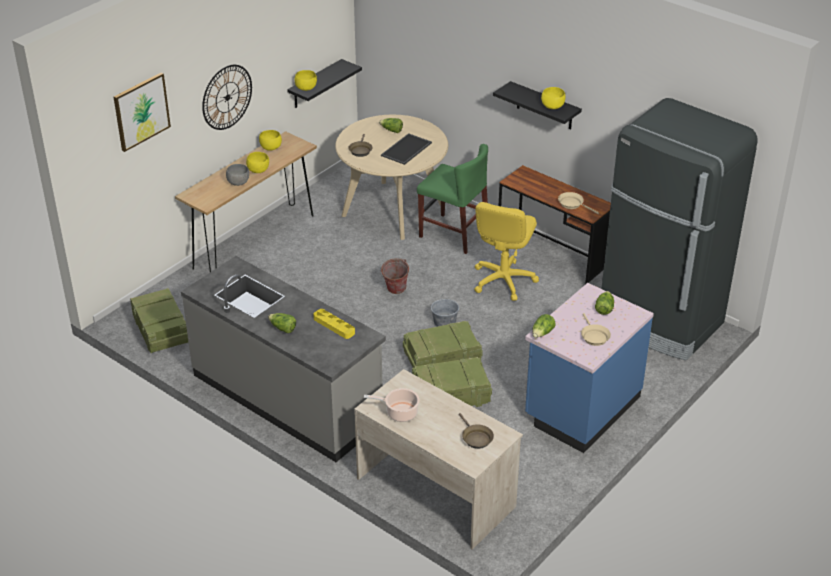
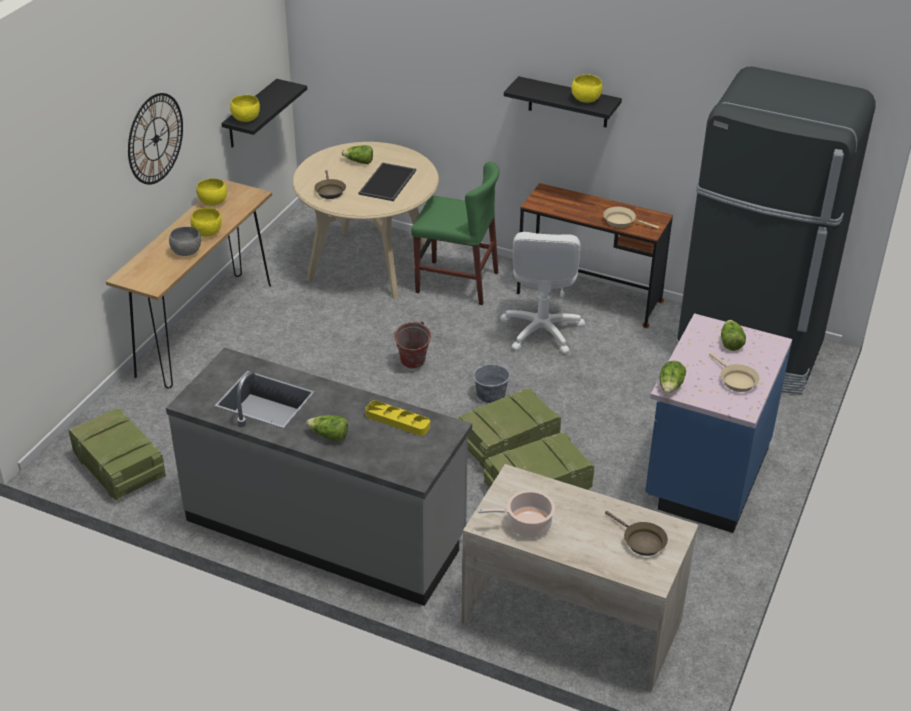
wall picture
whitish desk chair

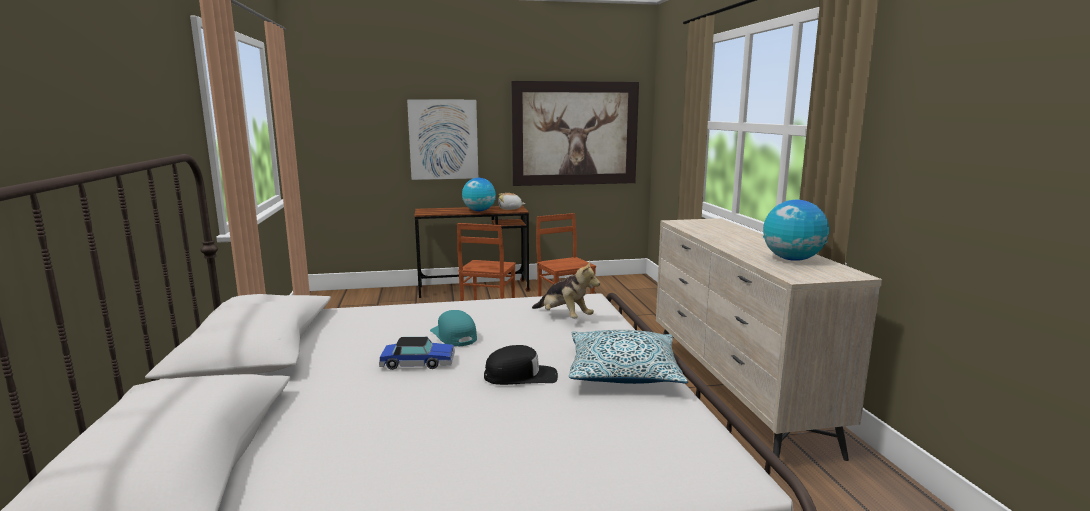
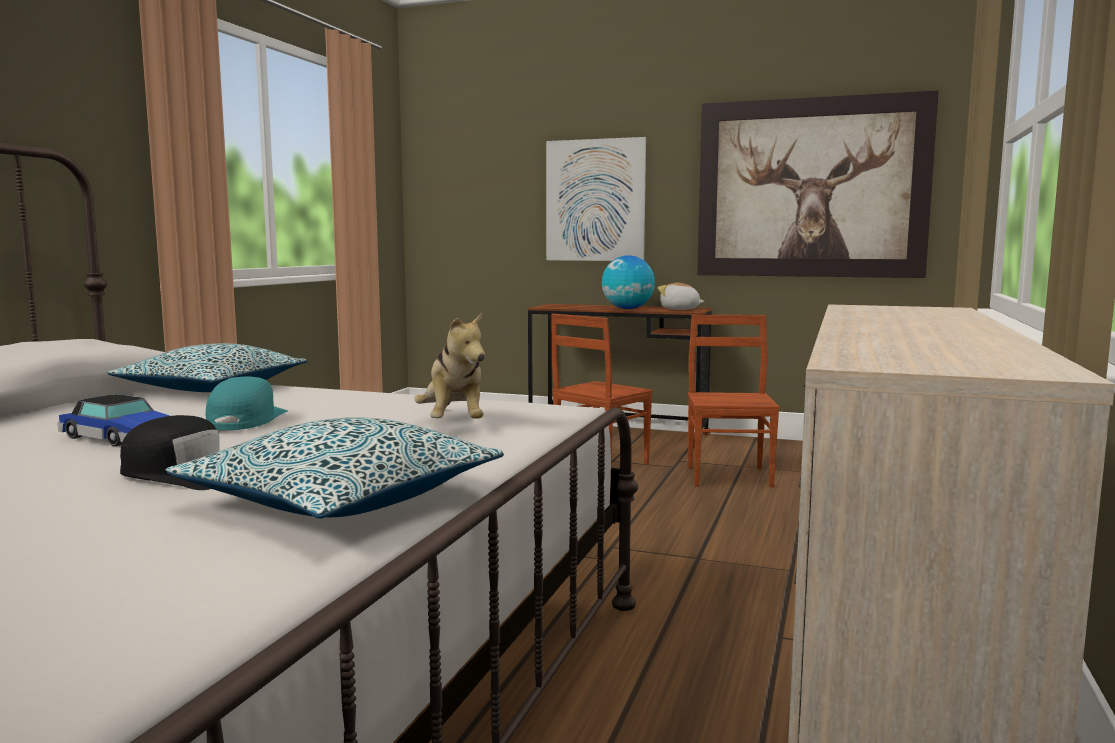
world globe (2nd from left in the first image)
pillow (1st from left)

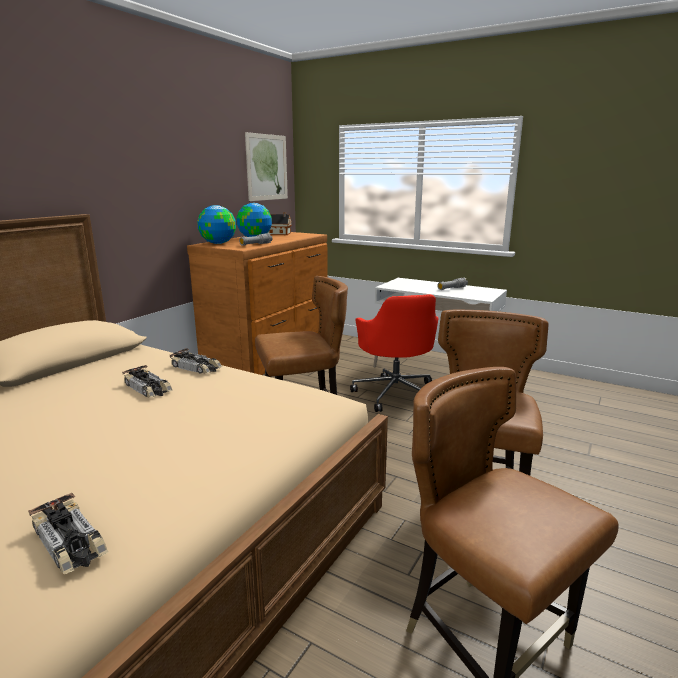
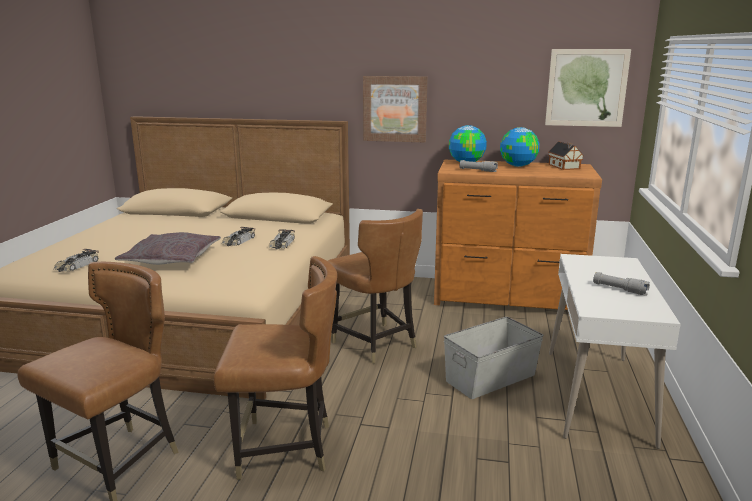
grey storage bin
grey pillow
wall picture (1st from left)

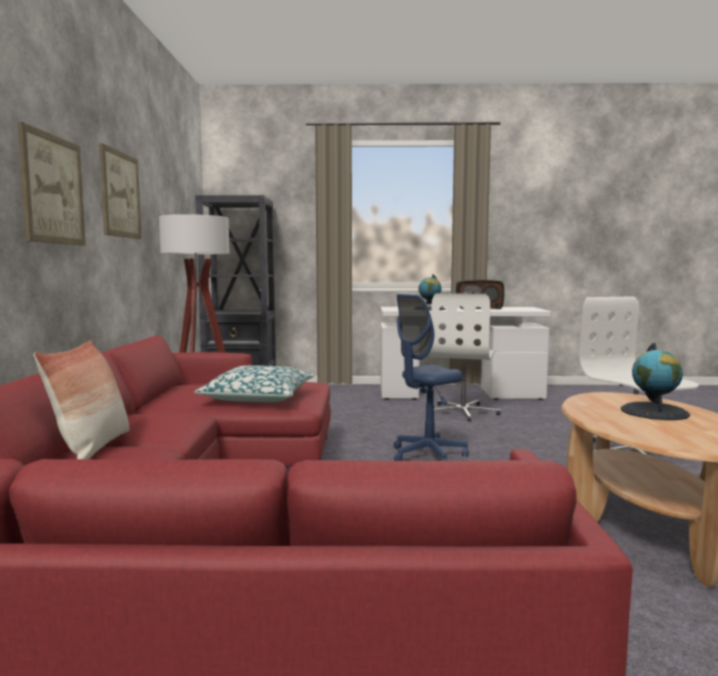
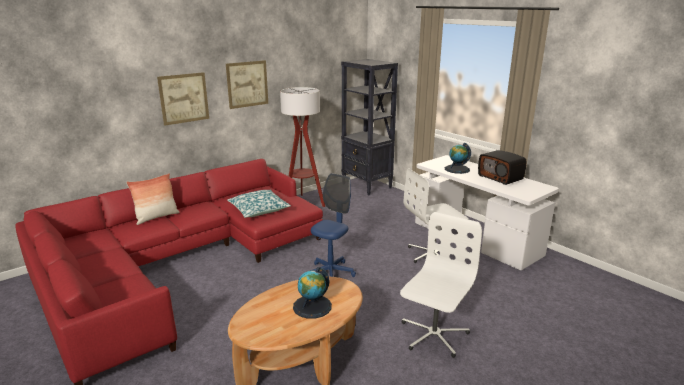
blue desk chair

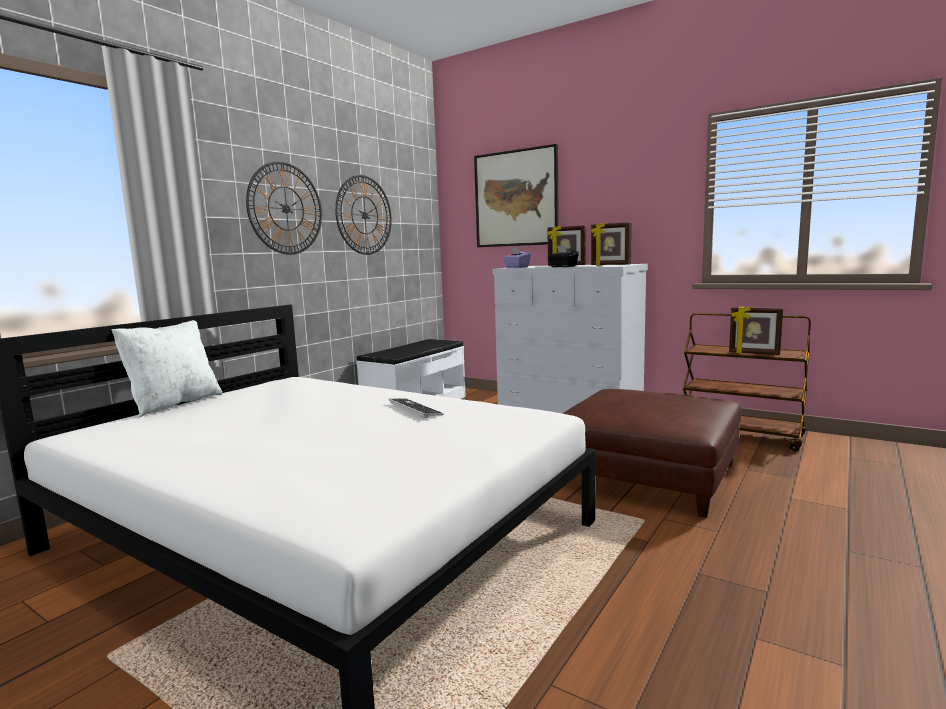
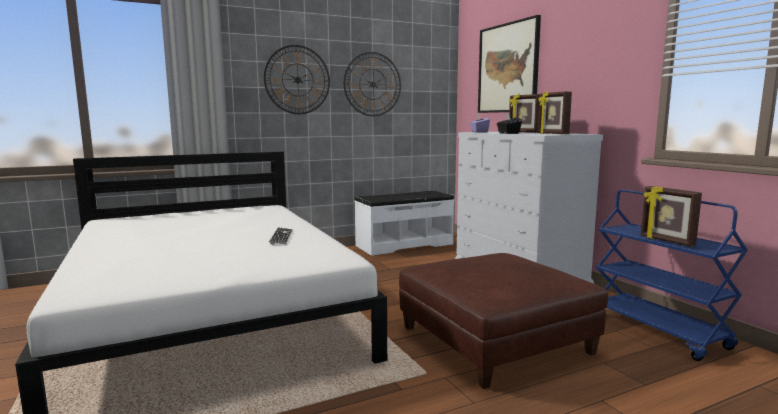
whitish pillow
blue trolley

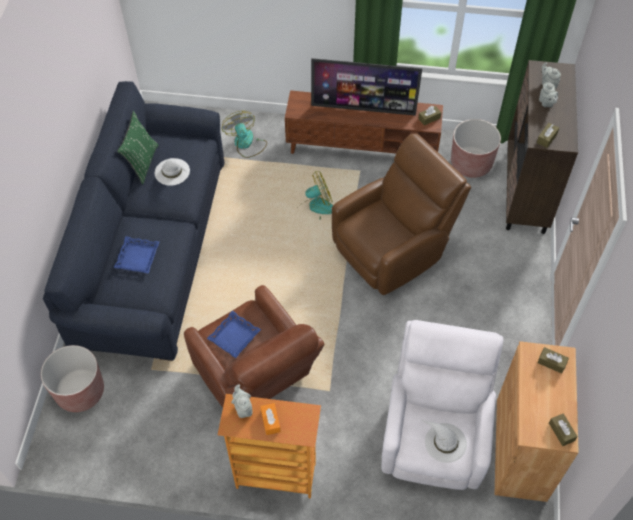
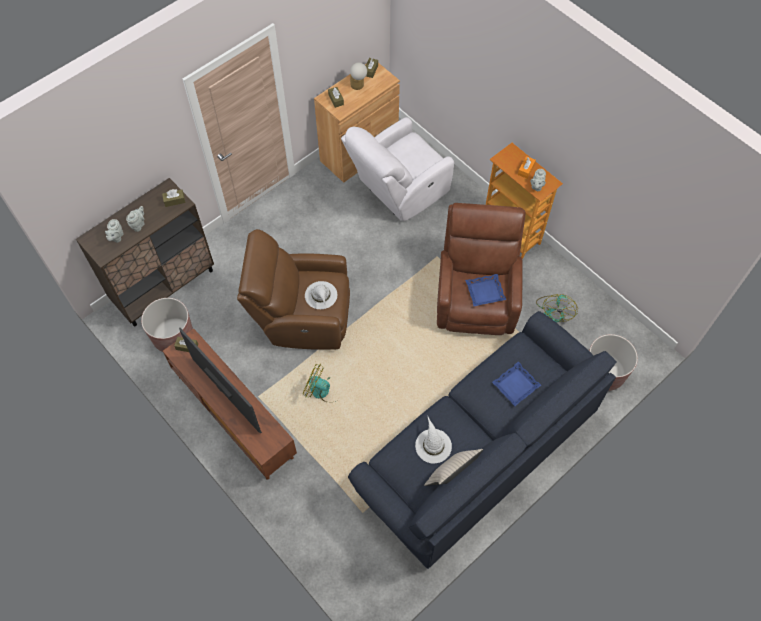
beige-coloured pillow
fan (2nd from left)
whitish wearable hat (1st from left)
table lamp

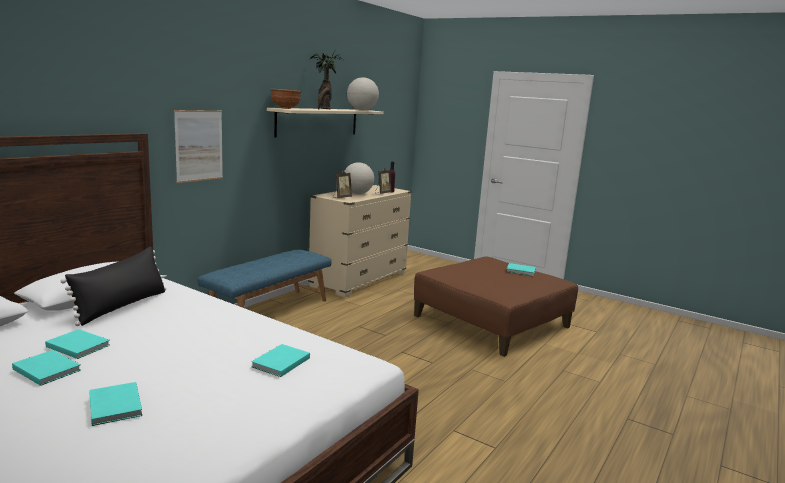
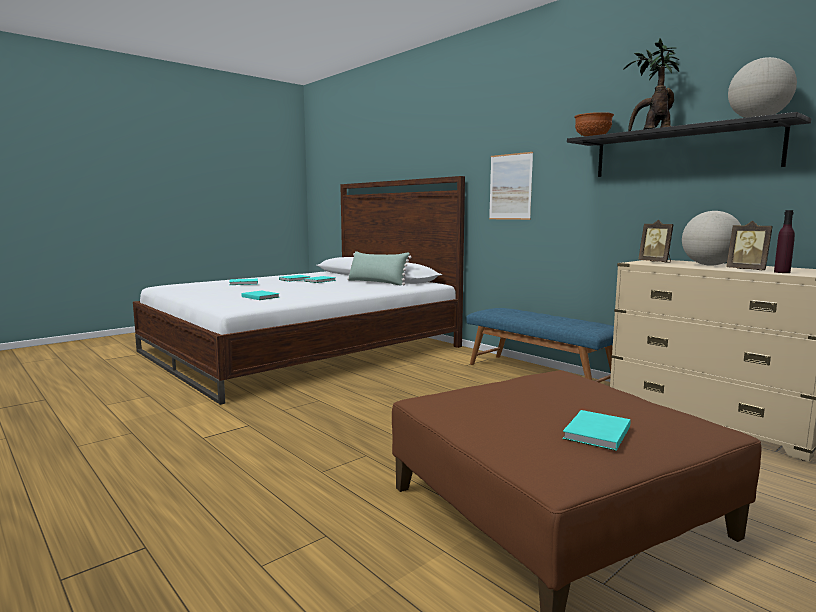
greenish pillow
blackish wall shelf

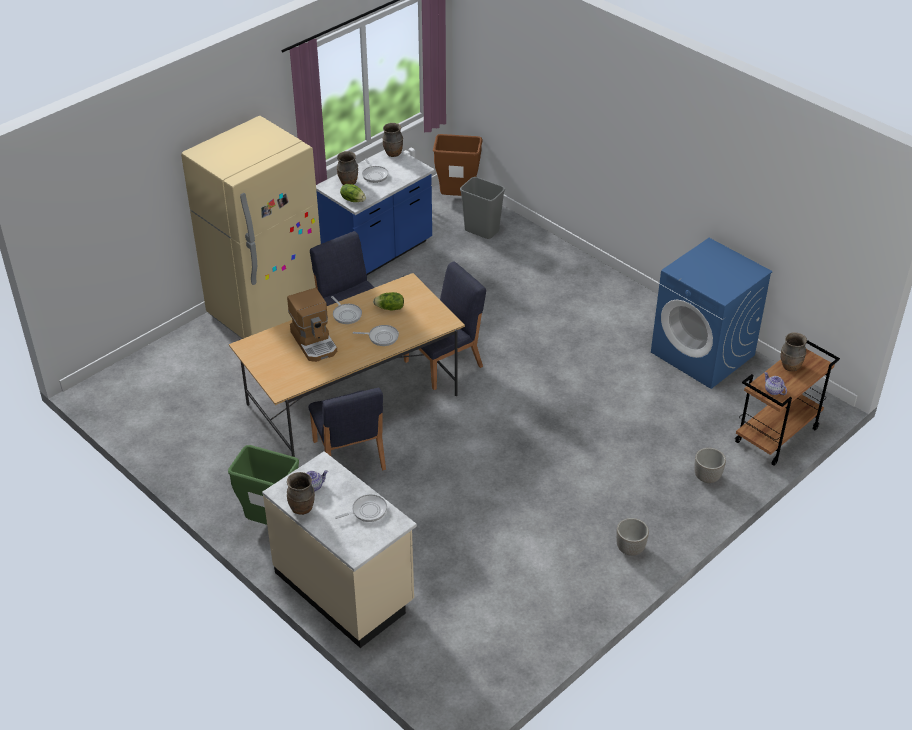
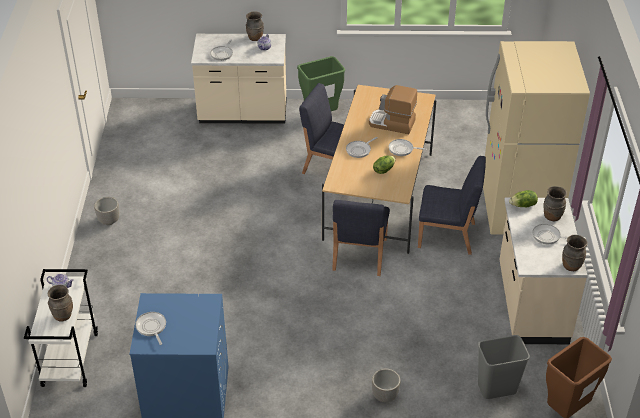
beige-coloured kitchen base unit (2nd from left)
flower pot (2nd from left)
whitish trolley
pan (1st from left)

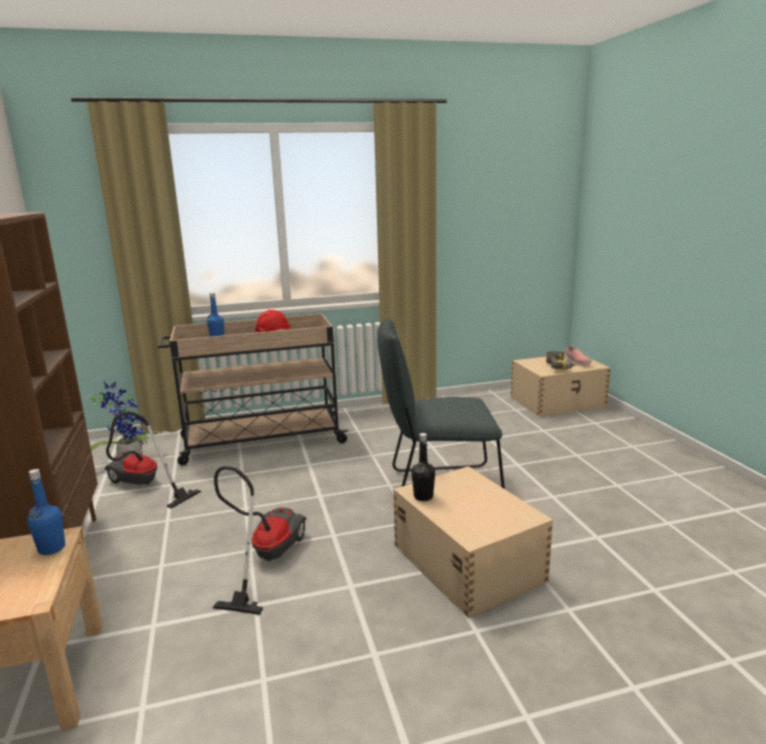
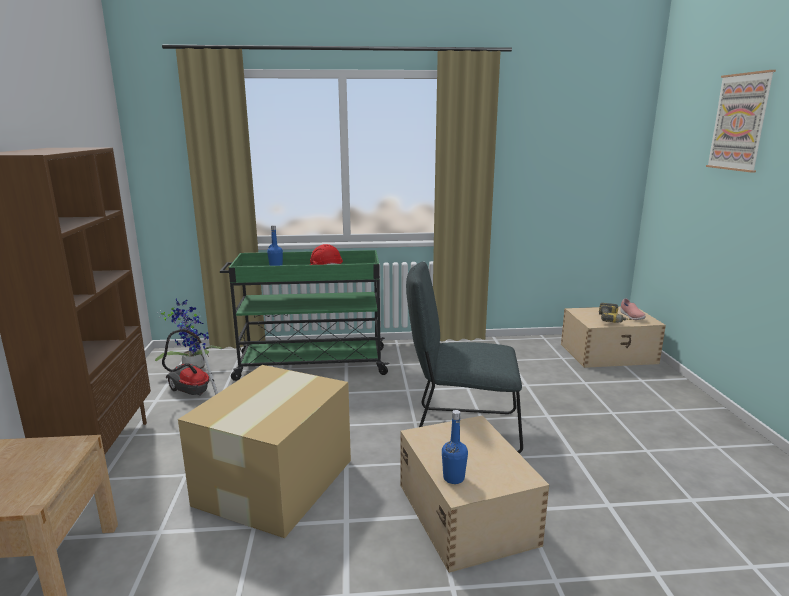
blue bottle (2nd from left)
greenish trolley
carton
blackish bottle
wall picture

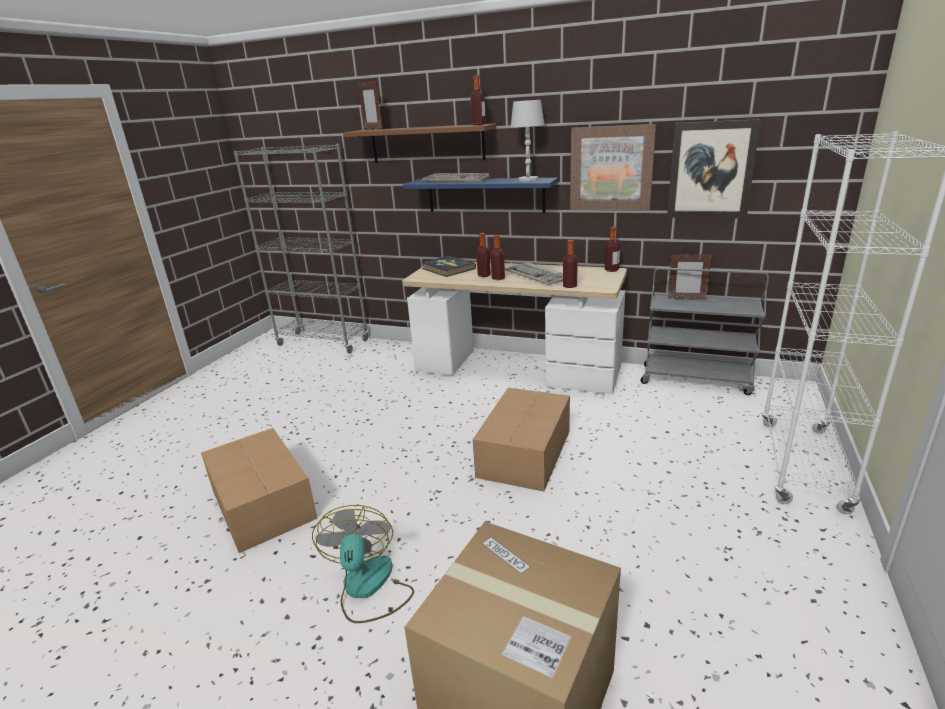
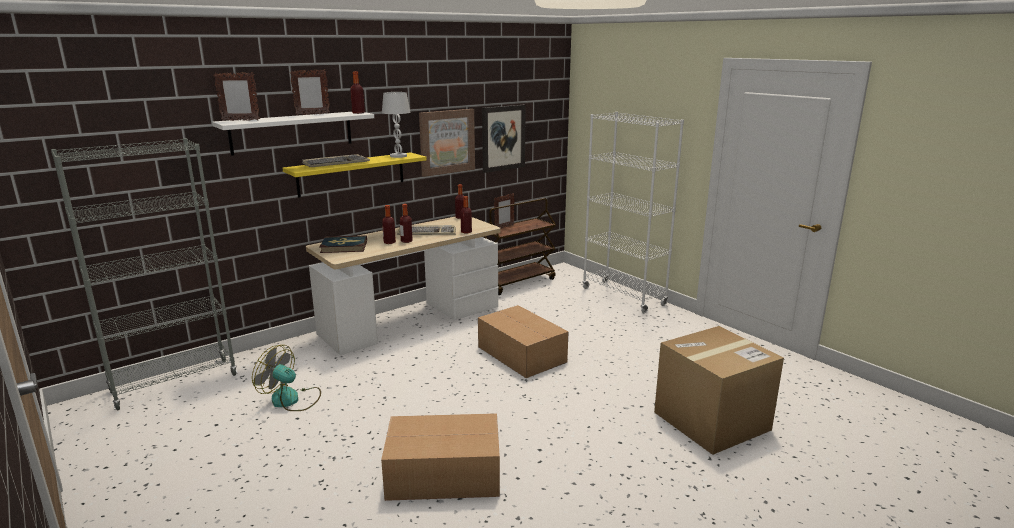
fan
whitish wall shelf
yellow-coloured wall shelf
brownish trolley
photo frame (2nd from left)

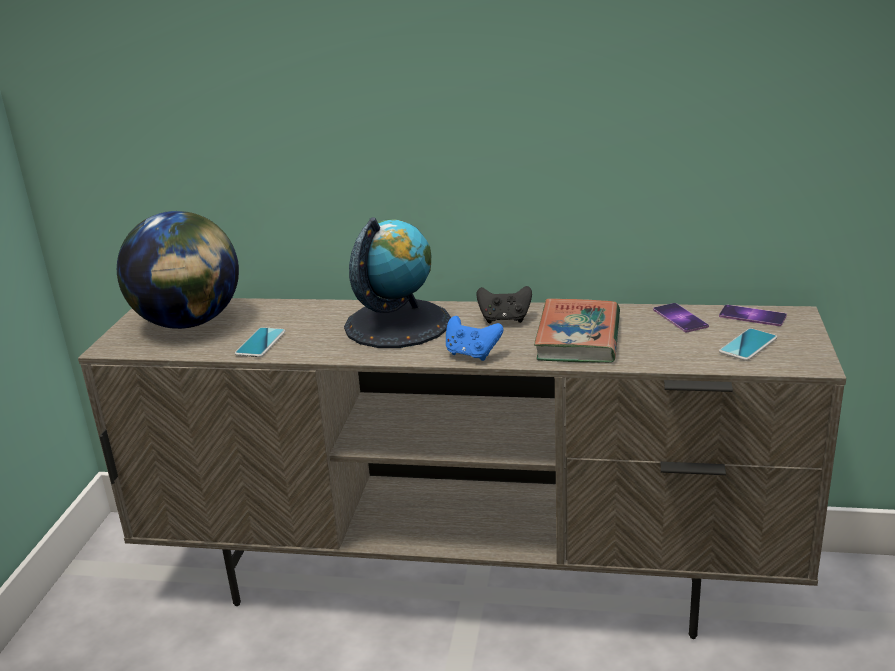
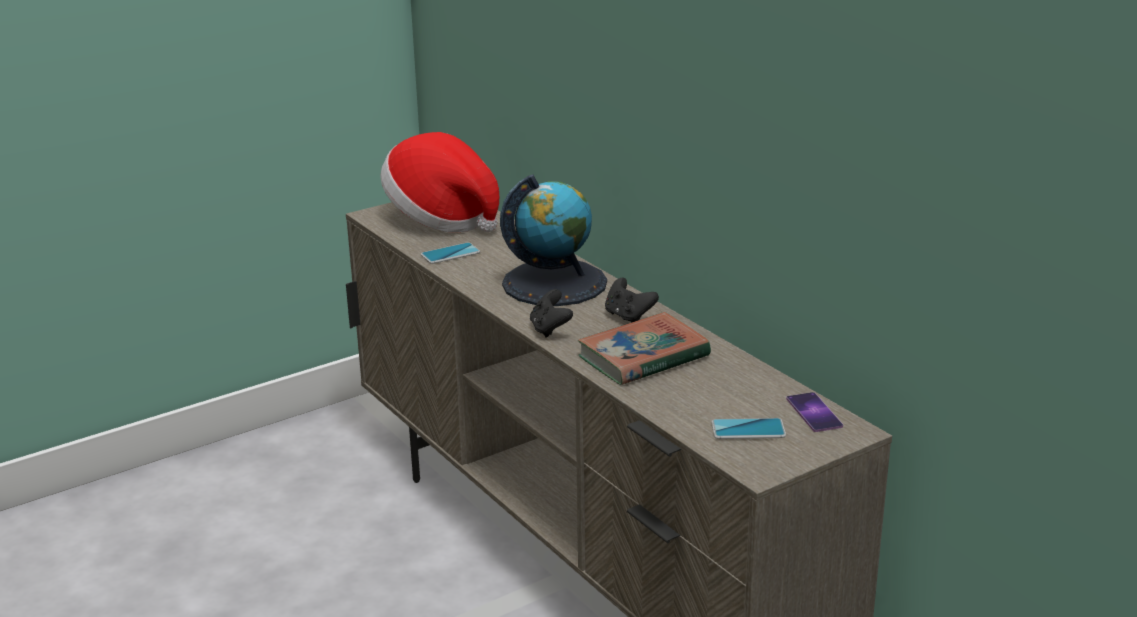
wearable hat
blackish game controller (1st from left)
handset (2nd from left in the first image)

